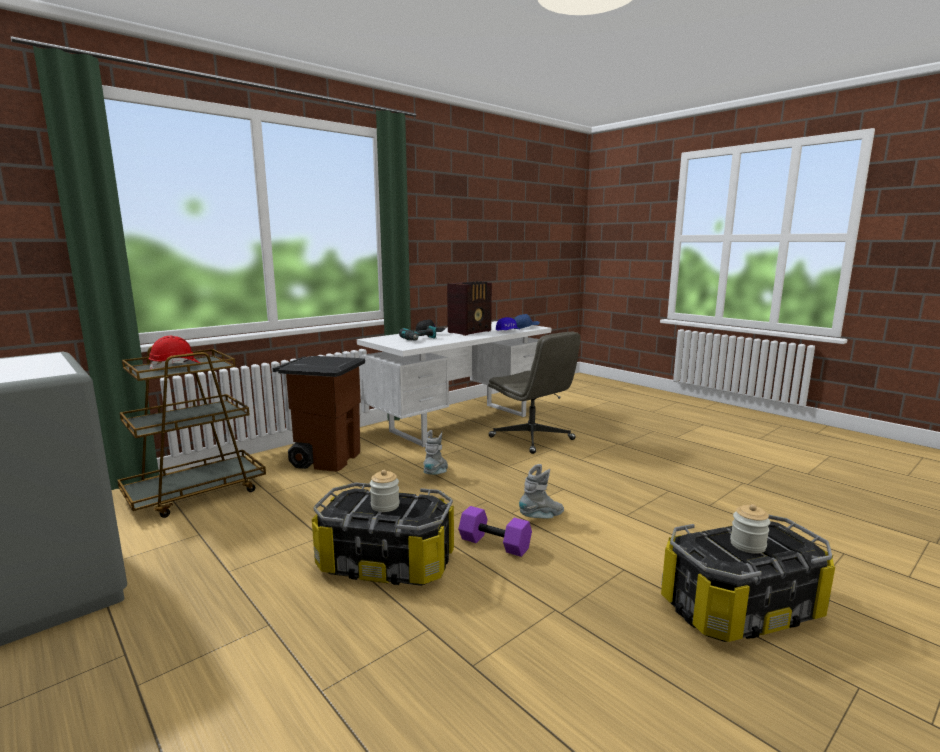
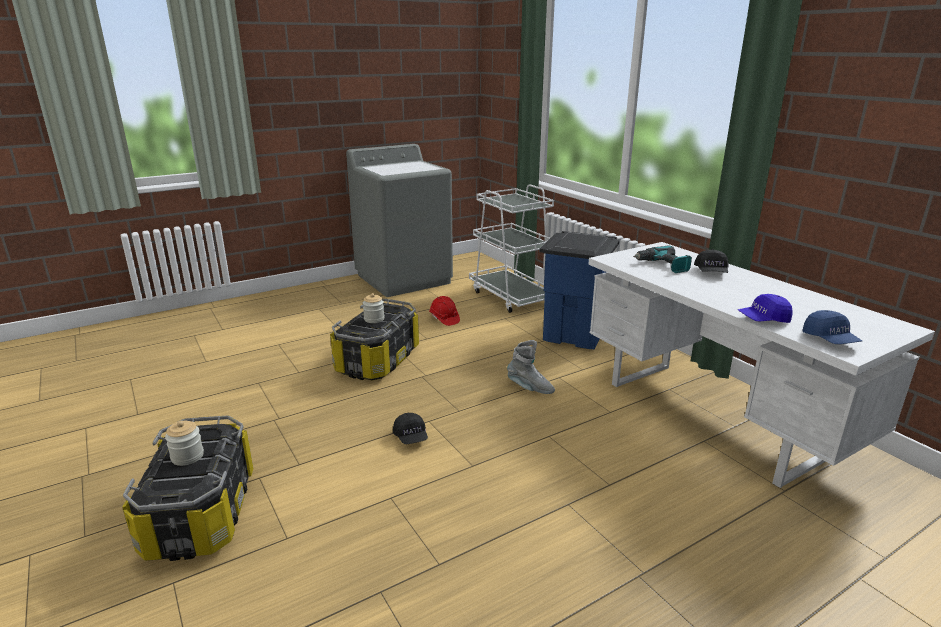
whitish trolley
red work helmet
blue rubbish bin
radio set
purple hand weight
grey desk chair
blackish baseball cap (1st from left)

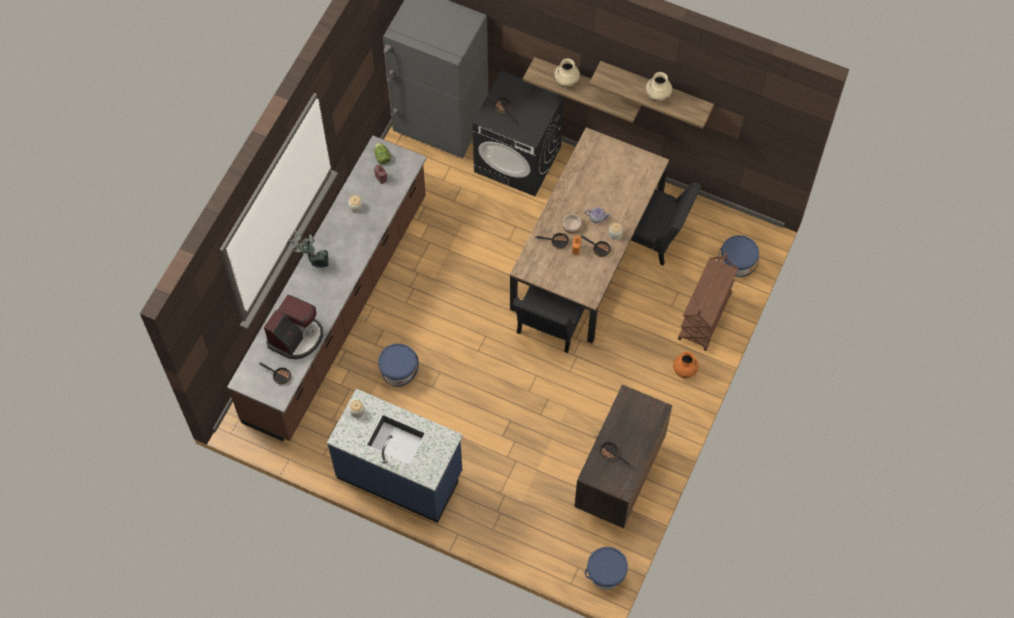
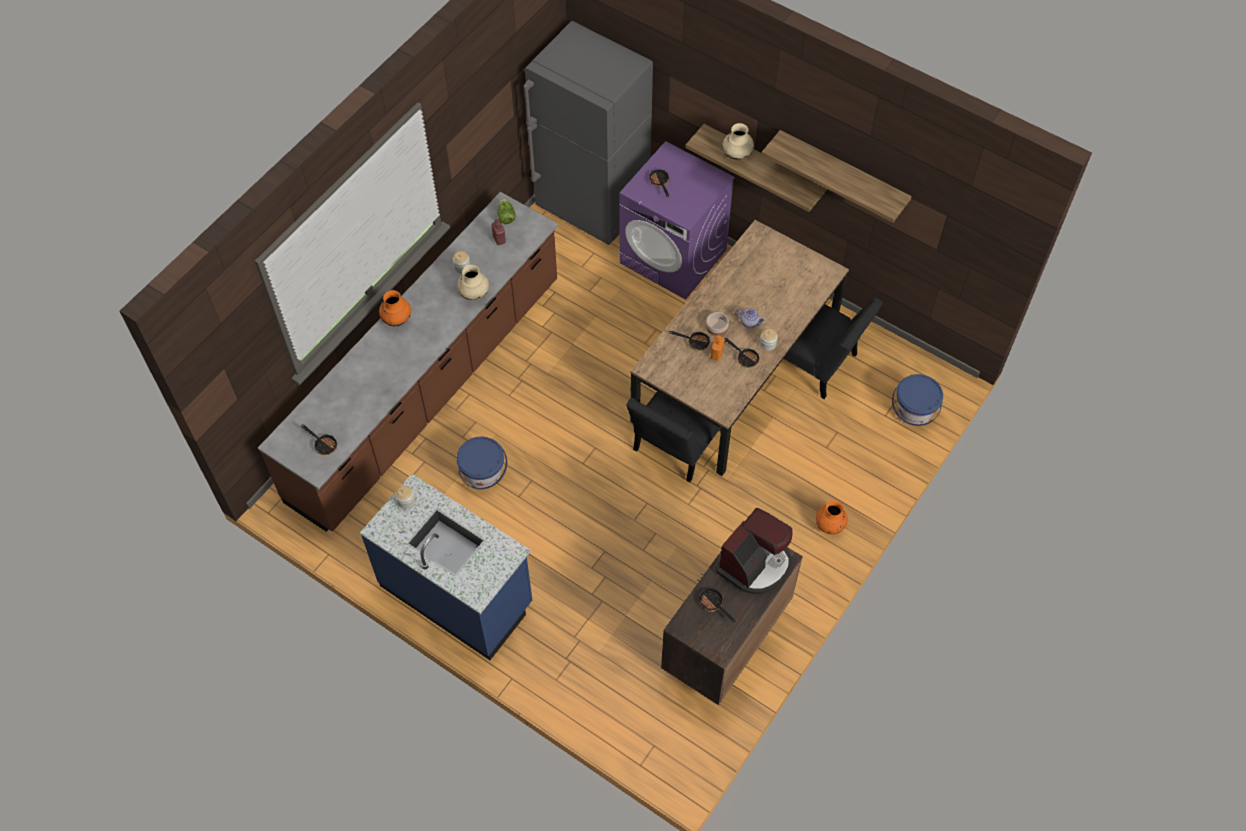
coffee maker
orange-coloured vase (1st from left)
purple washing machine
blue bucket (2nd from left in the first image)
beige-coloured vase (1st from left)
brownish trolley

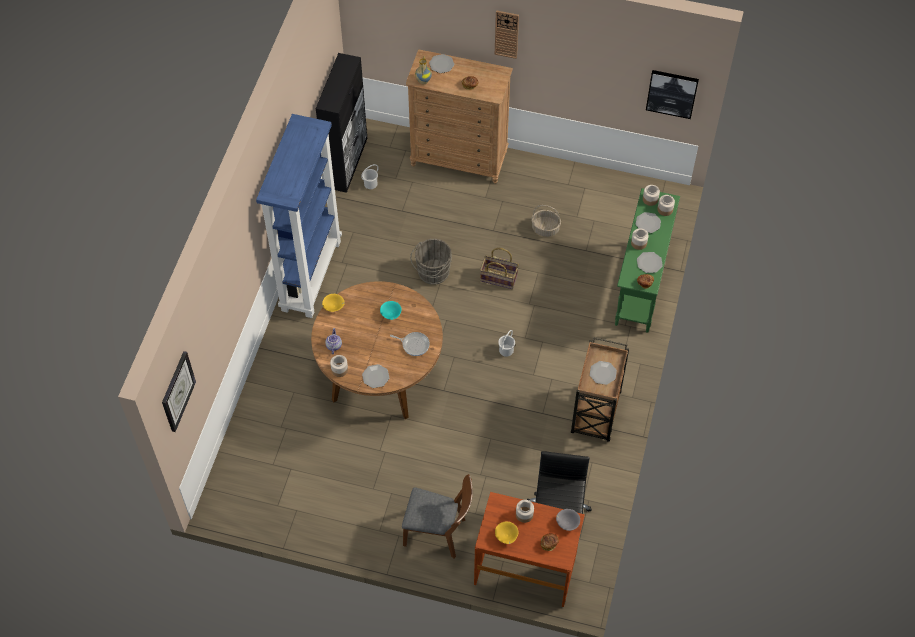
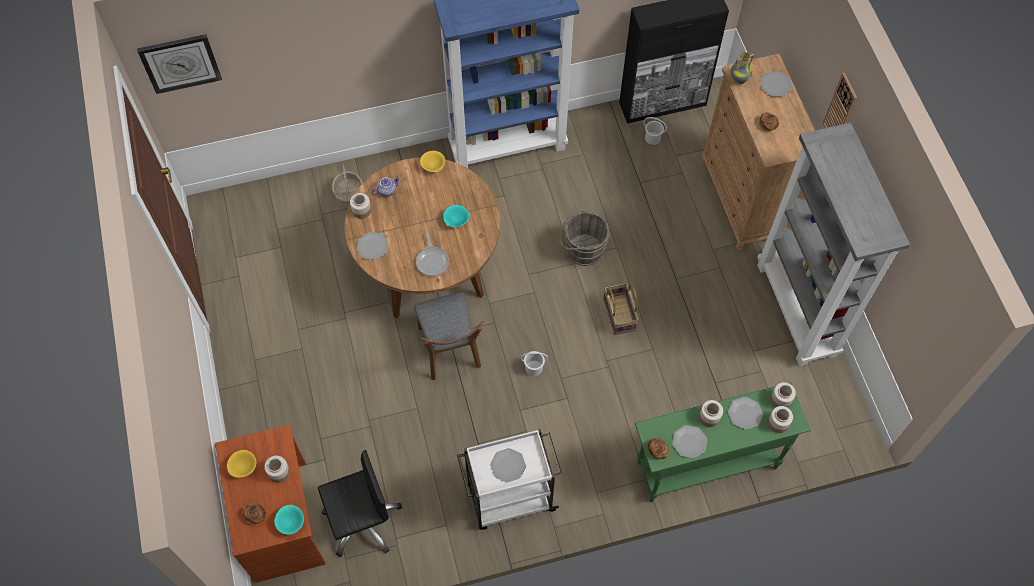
brownish chair
household basket (1st from left)
turquoise-coloured bowl (1st from left)
whitish trolley
wall picture
grey bookcase

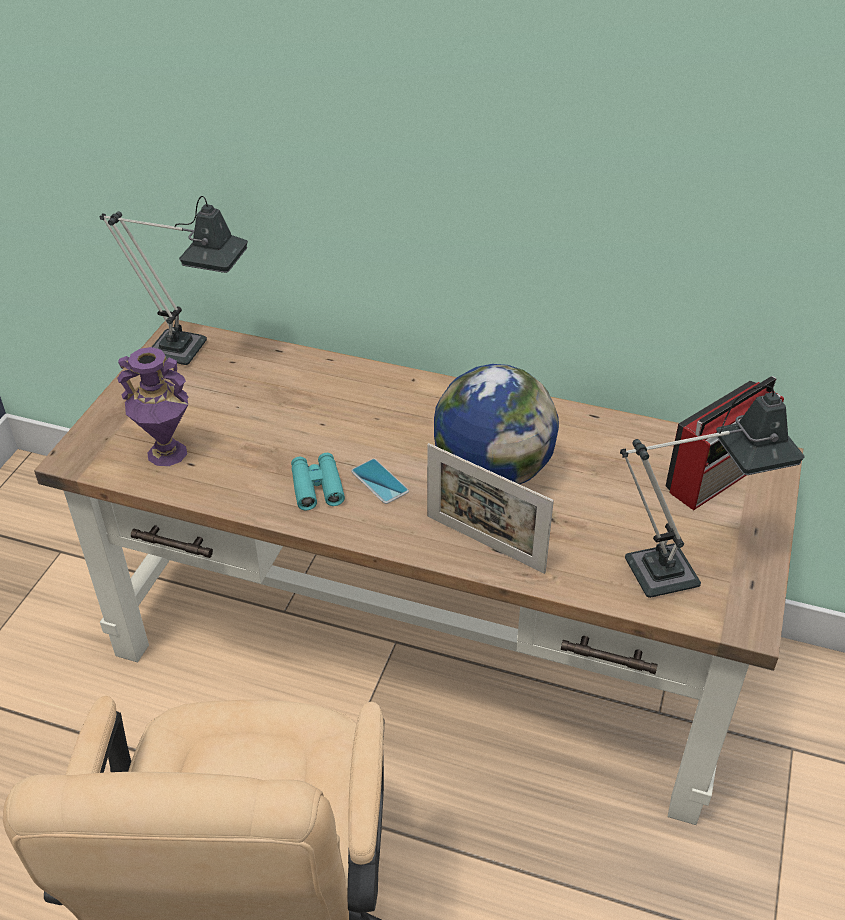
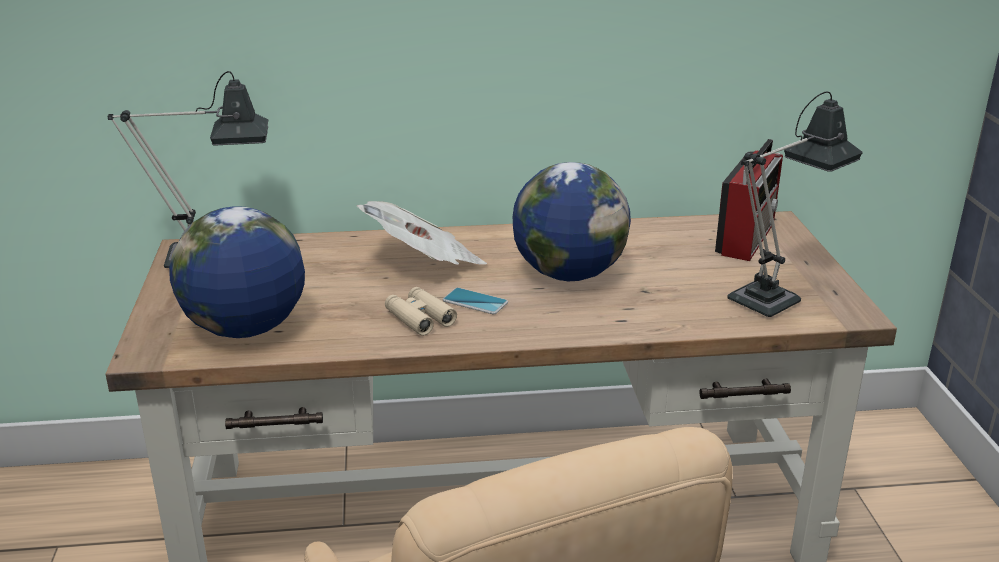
world globe (1st from left)
beige-coloured field glasses
photo frame
printed paper

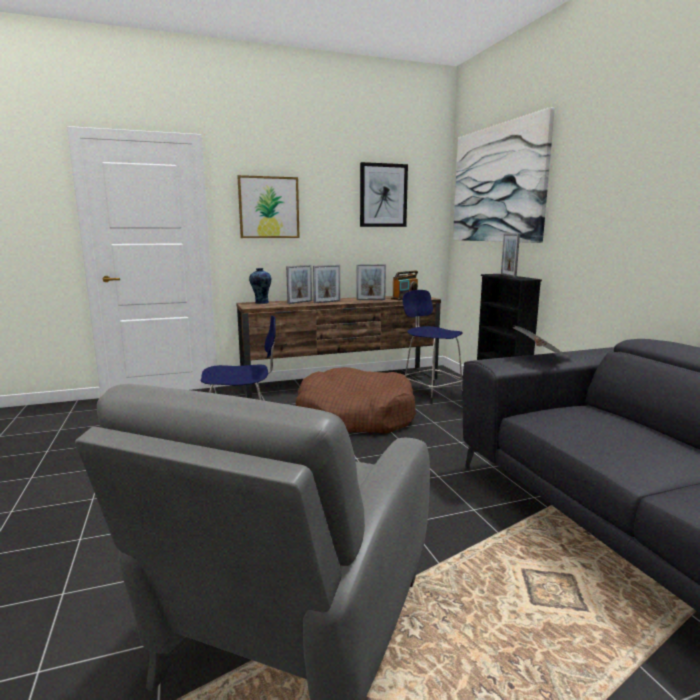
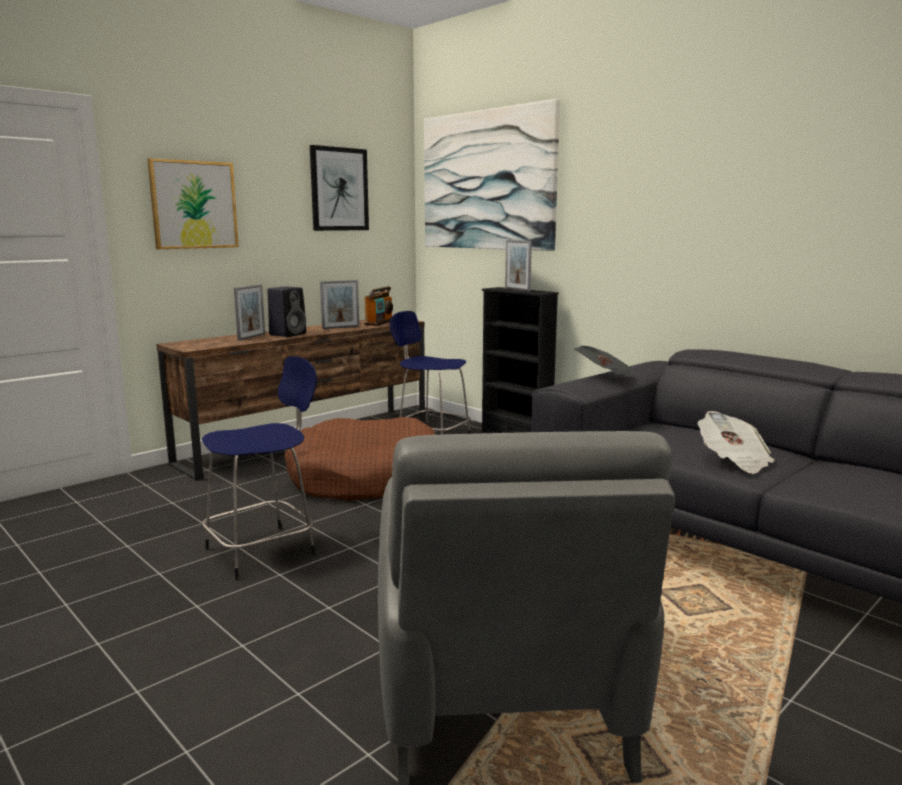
vase
blackish audio speaker
printed paper (2nd from left)

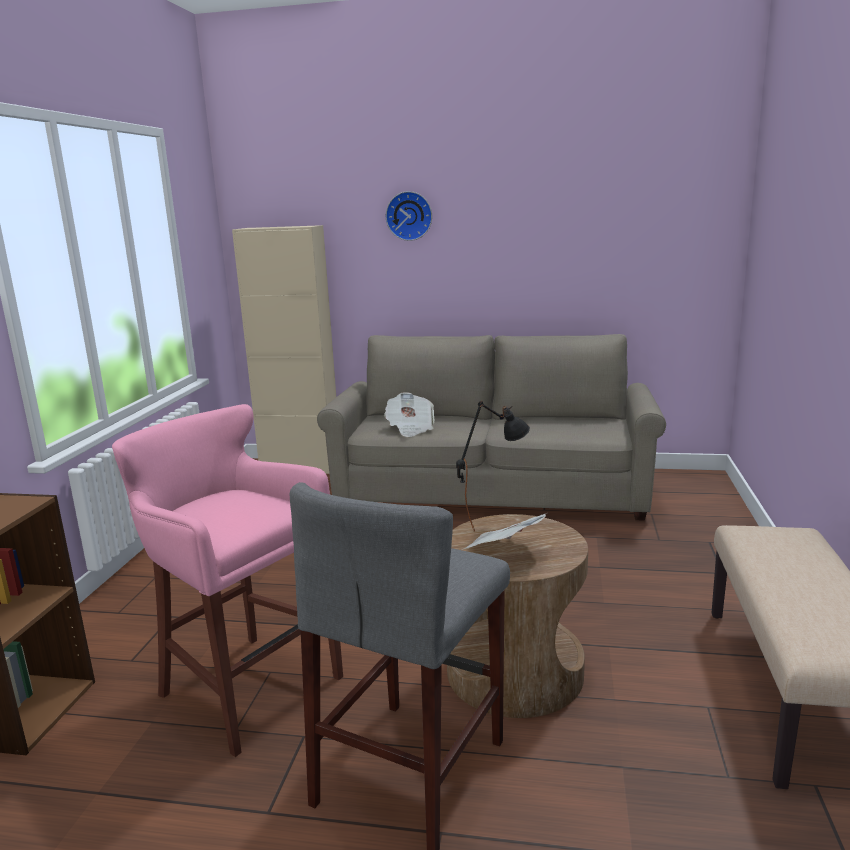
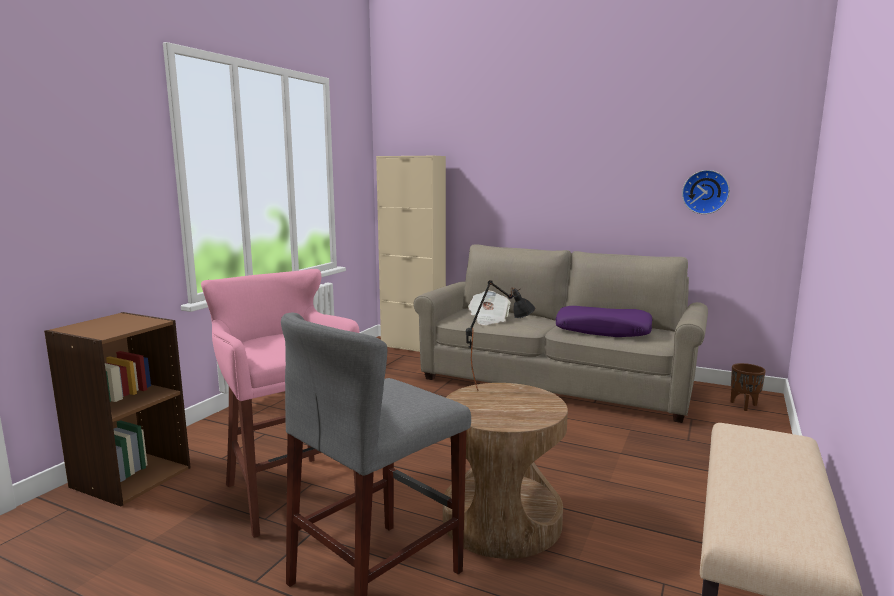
hanging clock
printed paper (2nd from left in the first image)
purple pillow
brownish flower pot

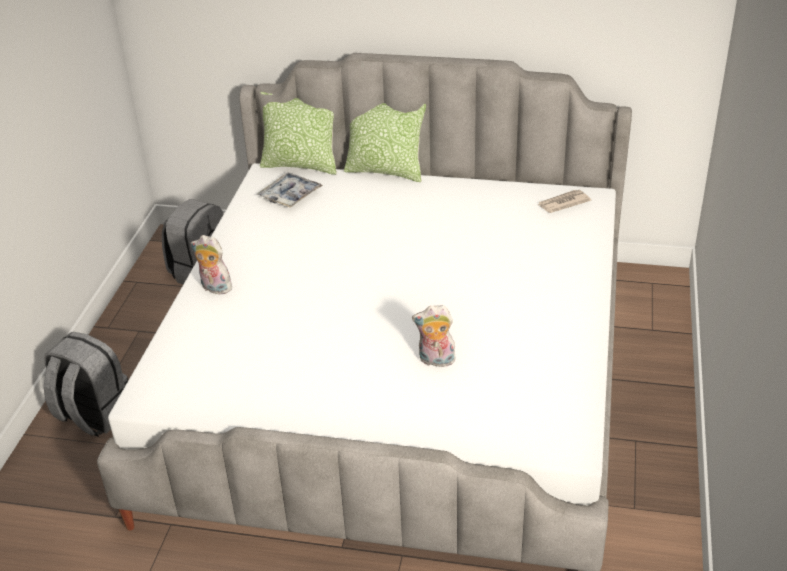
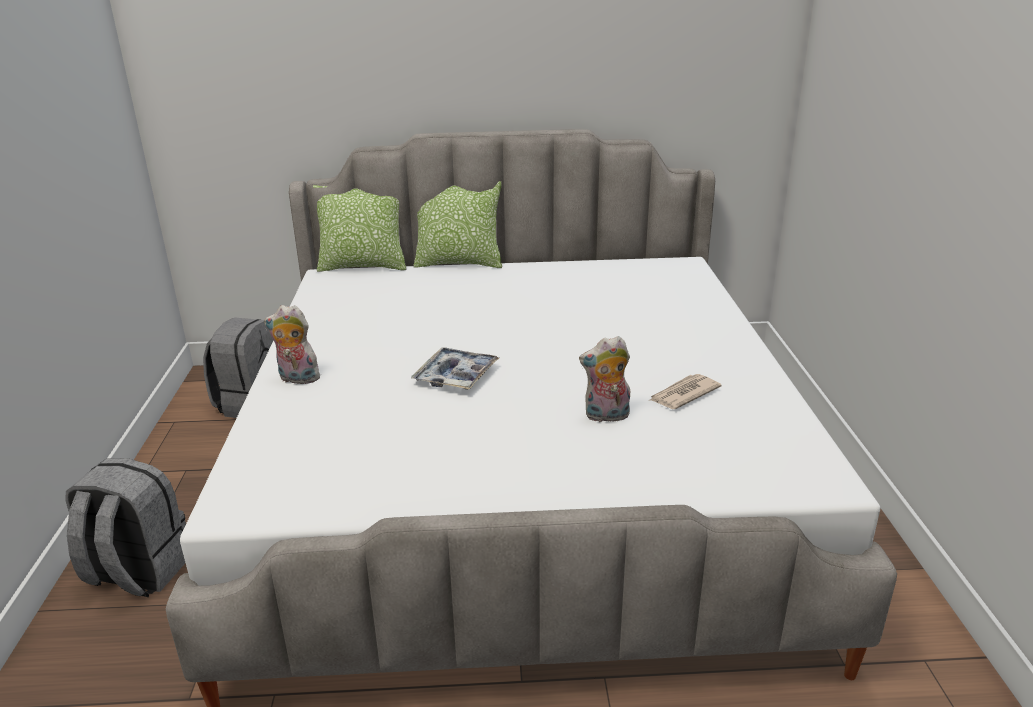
serving tray
printed paper

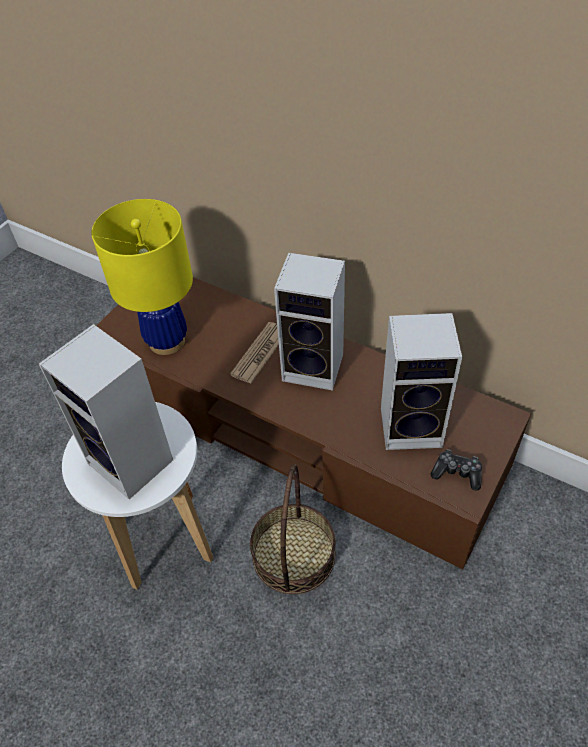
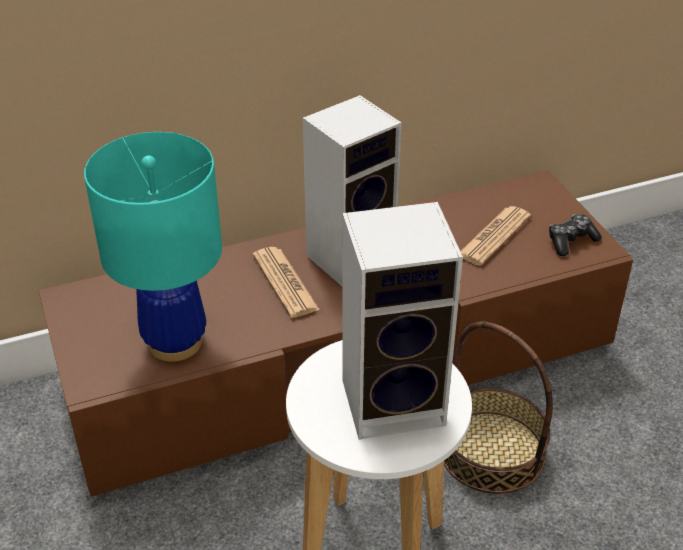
turquoise-coloured table lamp
printed paper (2nd from left)

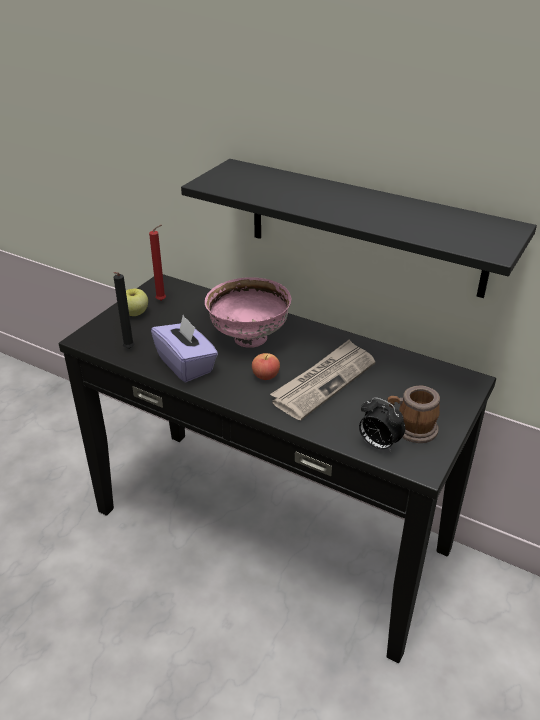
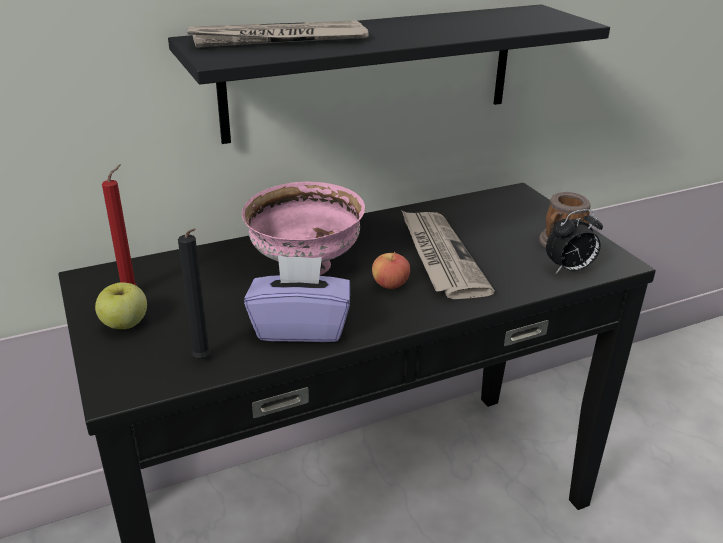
printed paper (1st from left)

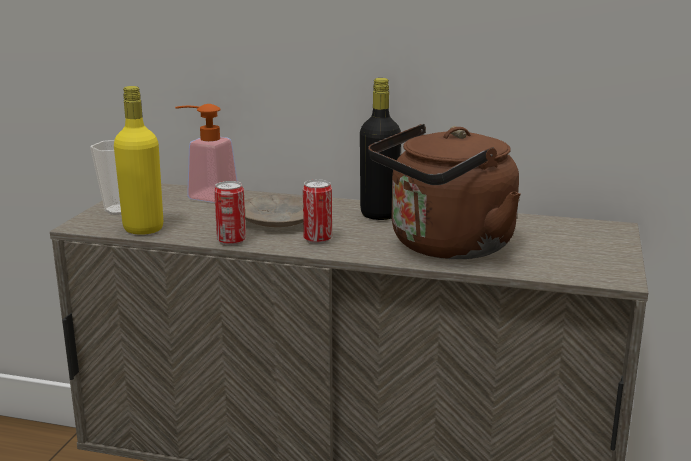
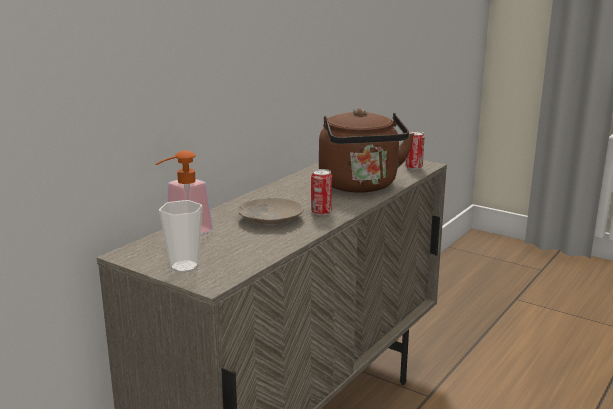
yellow-coloured bottle
metal can (2nd from left)
blackish bottle

